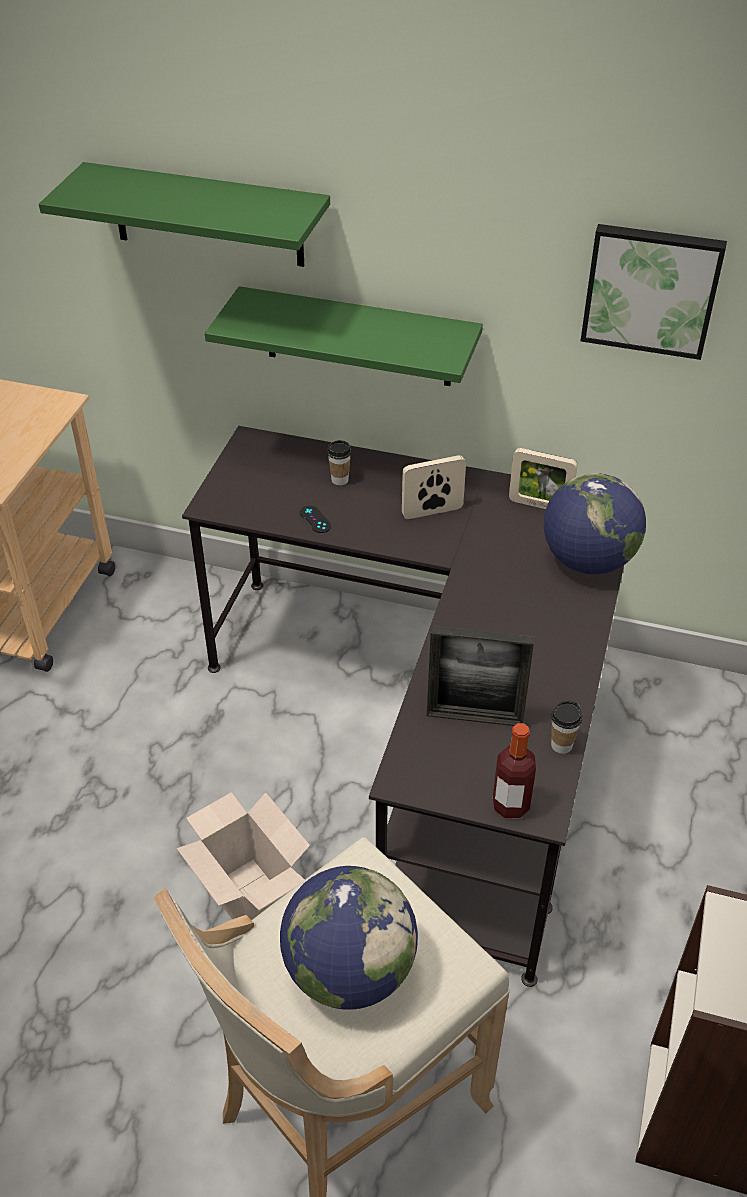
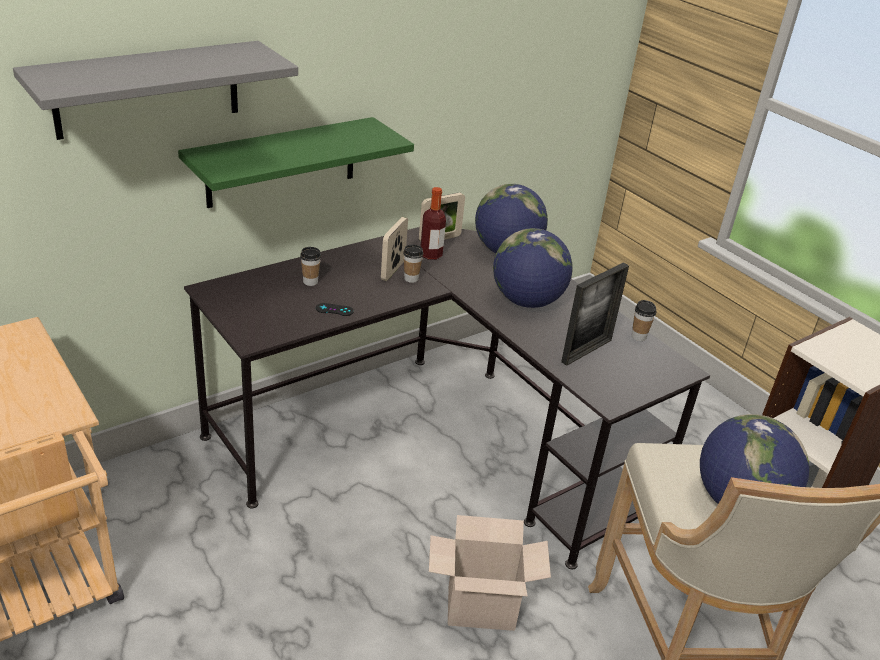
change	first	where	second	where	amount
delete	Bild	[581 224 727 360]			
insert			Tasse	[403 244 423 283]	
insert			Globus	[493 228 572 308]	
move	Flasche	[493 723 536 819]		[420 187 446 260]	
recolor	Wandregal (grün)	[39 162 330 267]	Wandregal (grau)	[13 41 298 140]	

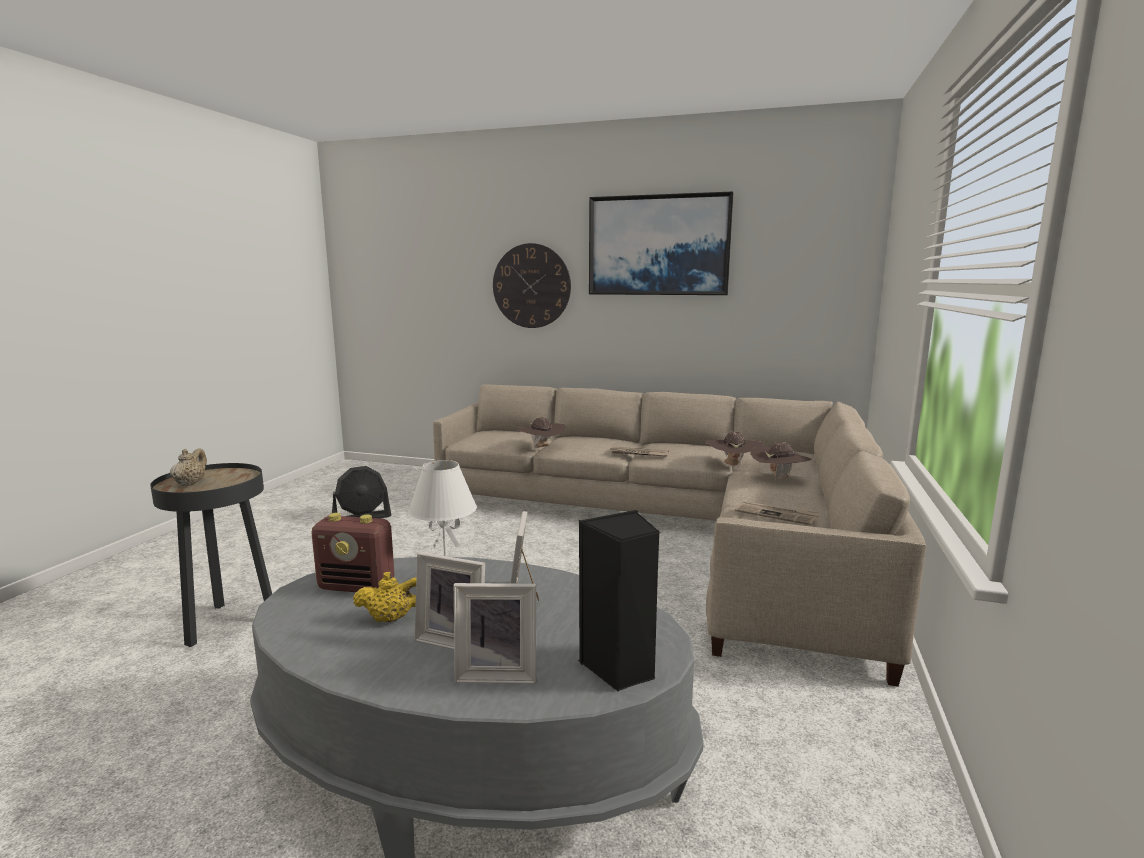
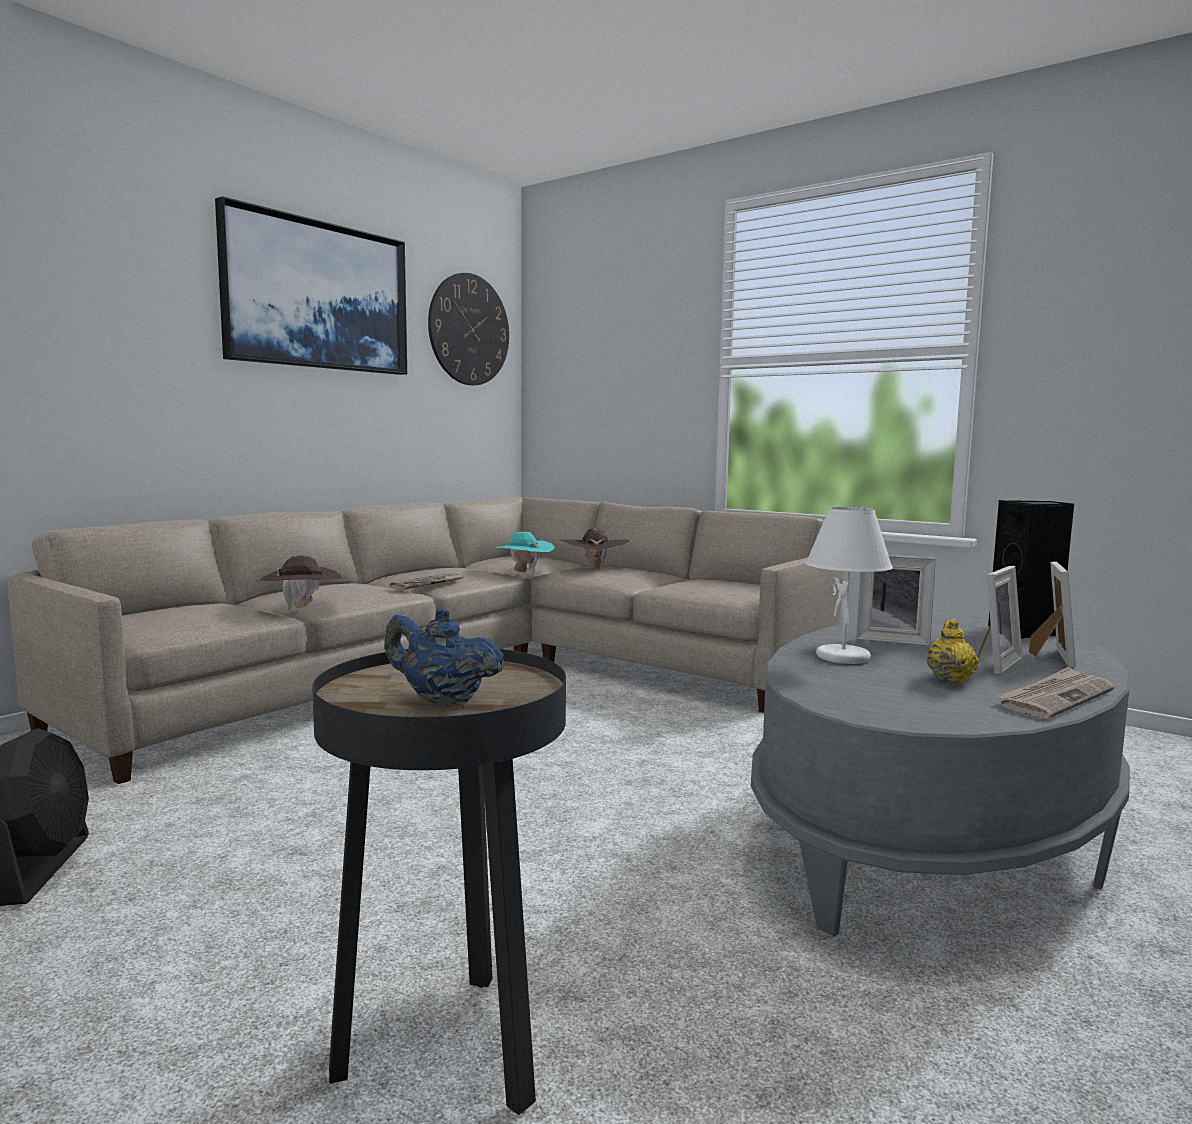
change	first	where	second	where	amount
delete	Radio	[311 513 395 592]			
move	Wanduhr	[493 243 571 328]		[428 273 509 385]	
move	Zeitung	[735 501 820 526]		[995 667 1114 719]	
recolor	Teekanne (beige)	[170 448 207 486]	Teekanne (blau)	[384 607 505 706]	
recolor	Hut (braun)	[705 432 764 467]	Hut (türkis)	[494 532 555 573]	

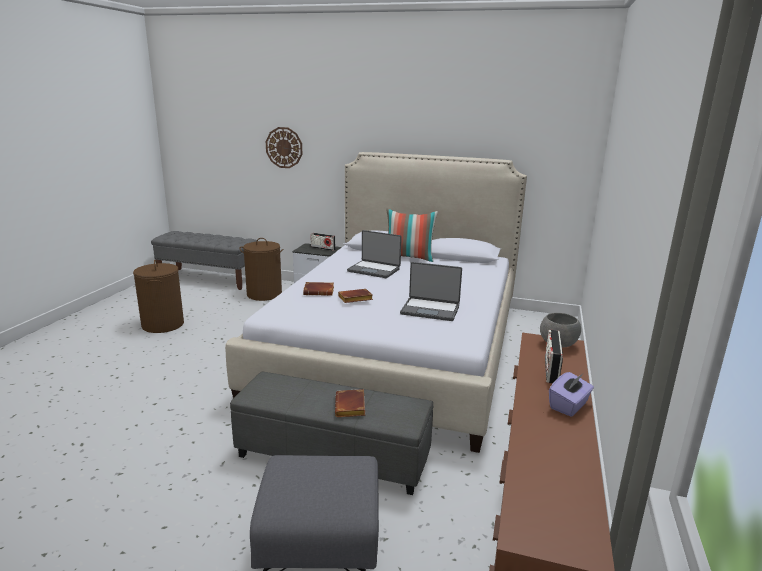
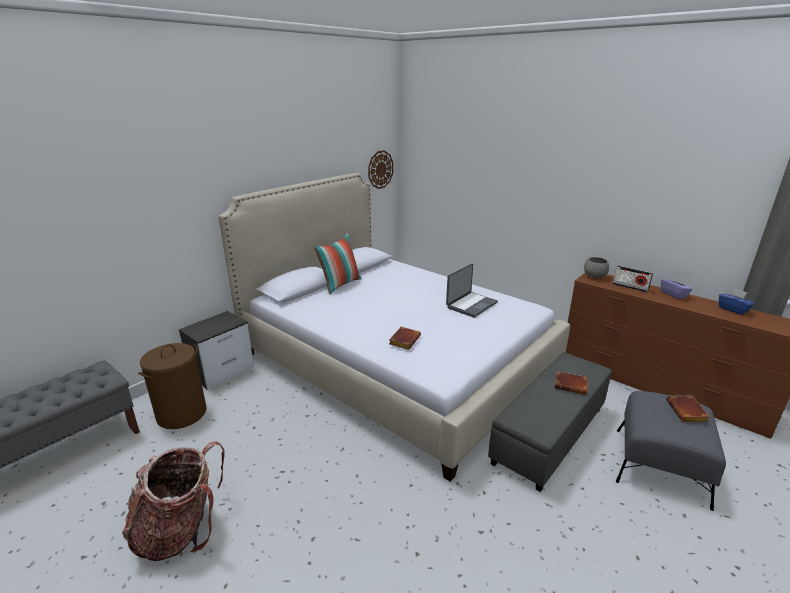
change	first	where	second	where	amount
delete	Radio	[311 233 335 251]			
delete	Laptop	[347 230 402 278]			
insert			Taschentuchbox (blau)	[719 289 755 315]	
move	Wanduhr	[266 127 302 168]		[368 150 393 189]	
move	Buch (braun)	[338 289 373 303]		[666 396 710 422]	
replace	Wäschekorb (braun)	[133 260 184 333]	Rucksack	[122 441 224 561]	

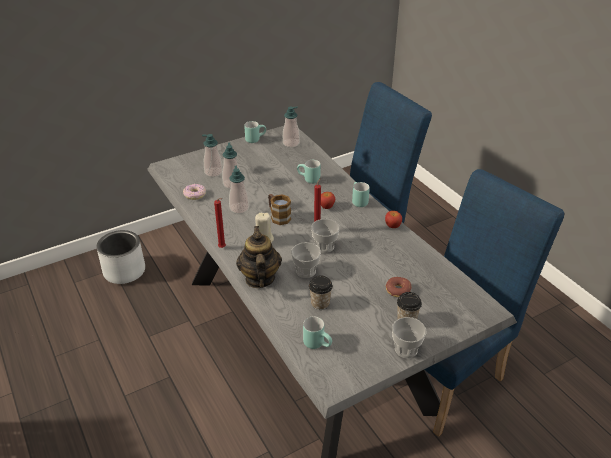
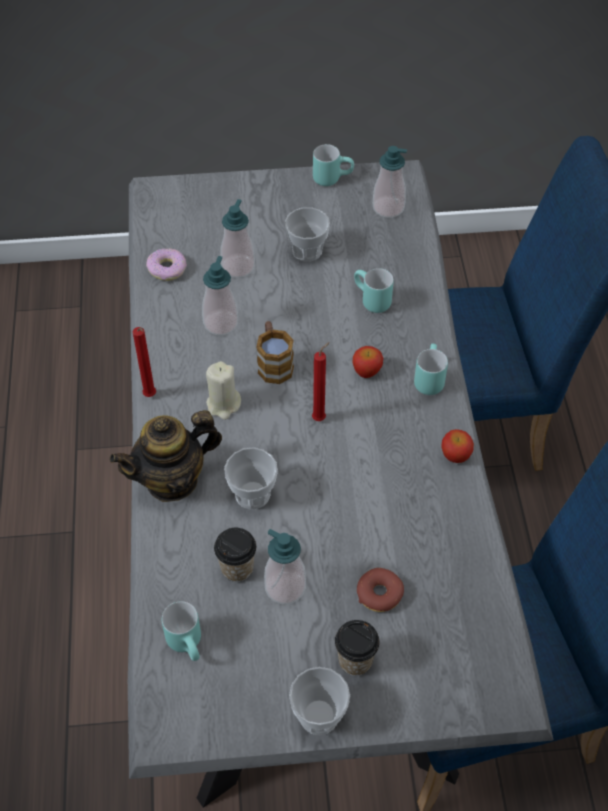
change	first	where	second	where	amount
delete	Pflanzkübel (grau)	[96 230 145 284]			
move	Seifenspender	[202 134 223 177]		[264 529 306 605]	
move	Tasse	[311 219 340 253]		[285 207 330 262]	
rotate	Teekanne	[236 226 282 288]		[110 410 222 502]	135 degrees counterclockwise

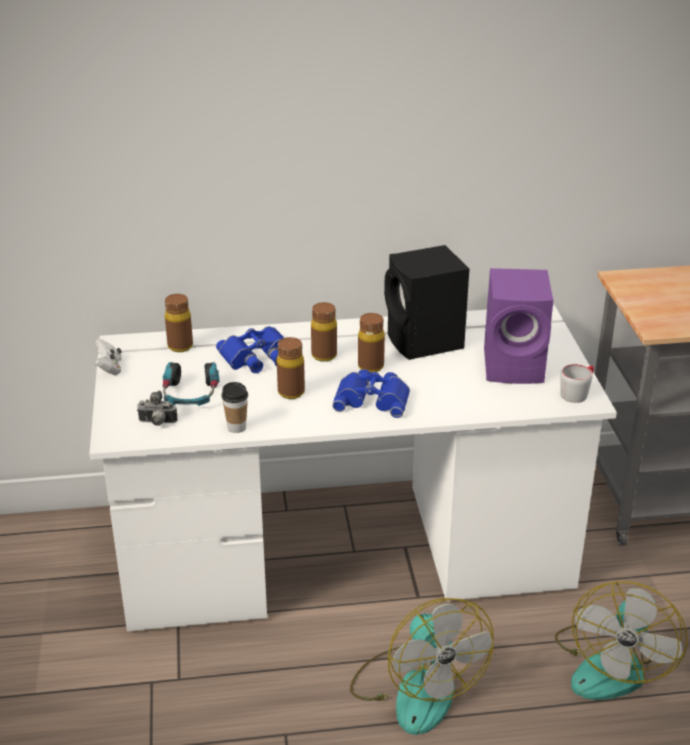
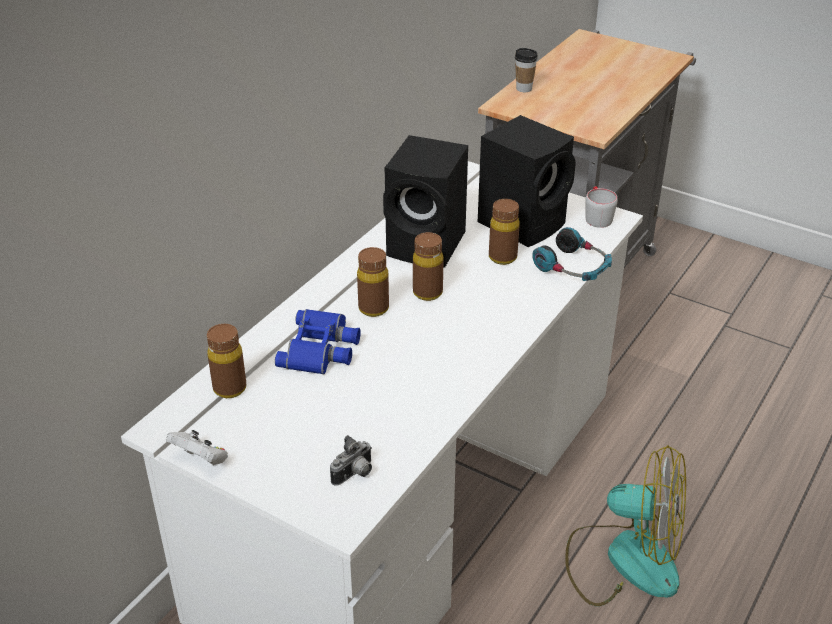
change	first	where	second	where	amount
delete	Fernglas (blau)	[332 369 410 418]			
delete	Ventilator	[555 581 688 700]			
move	Kopfhörer	[163 362 220 406]		[532 227 612 281]	
move	Tasse	[221 382 248 433]		[515 48 538 92]	
move	Flasche (braun)	[277 337 305 399]		[489 199 520 265]	
recolor	Lautsprecher (lila)	[484 268 553 384]	Lautsprecher (schwarz)	[478 115 576 247]	

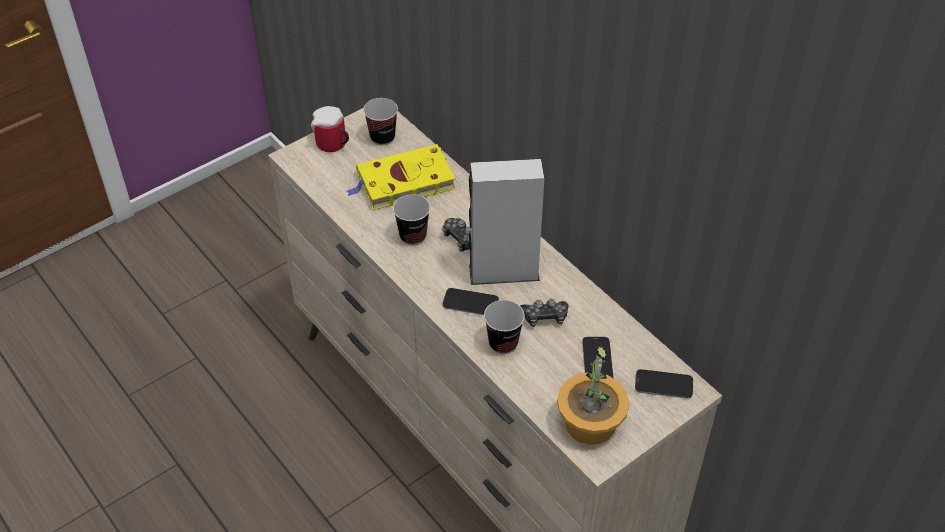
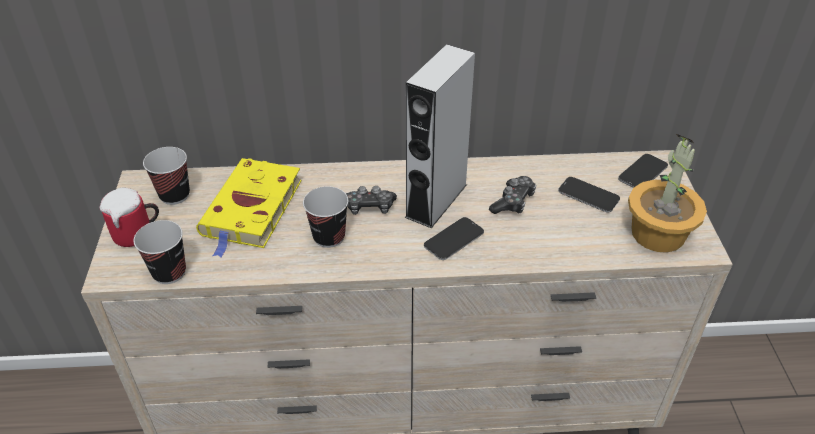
change	first	where	second	where	amount
move	Tasse	[484 300 525 354]		[134 220 186 284]	

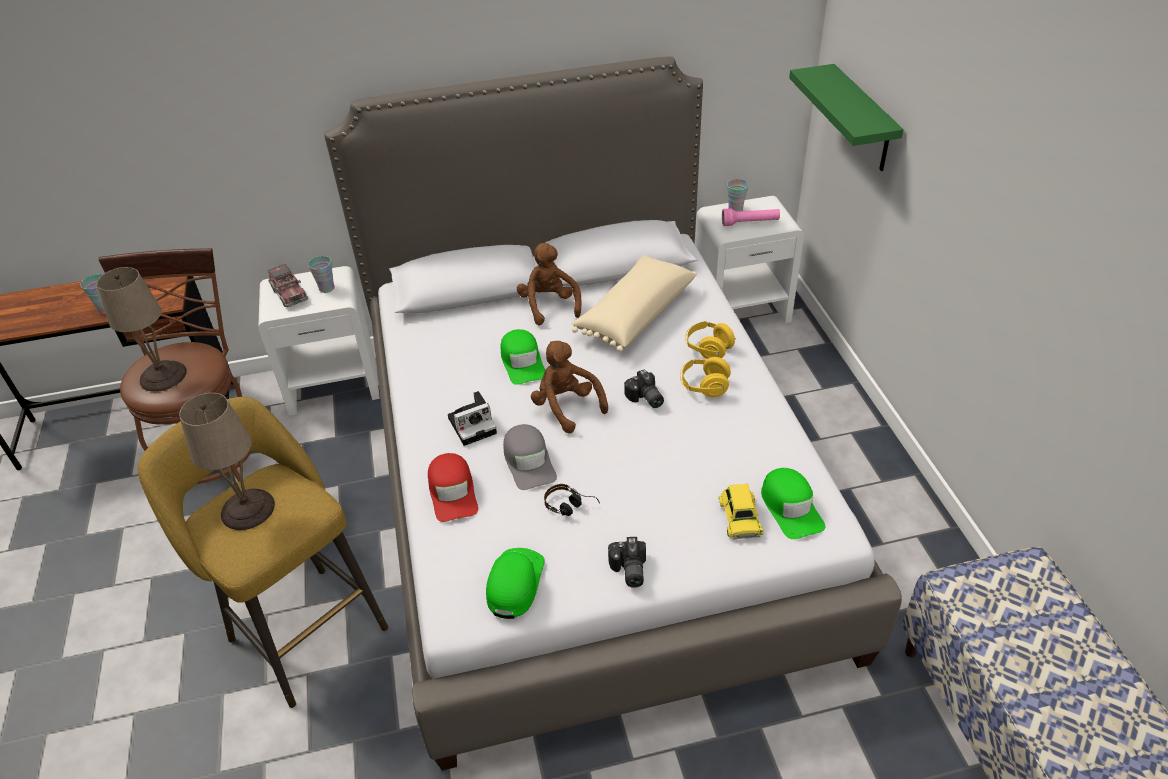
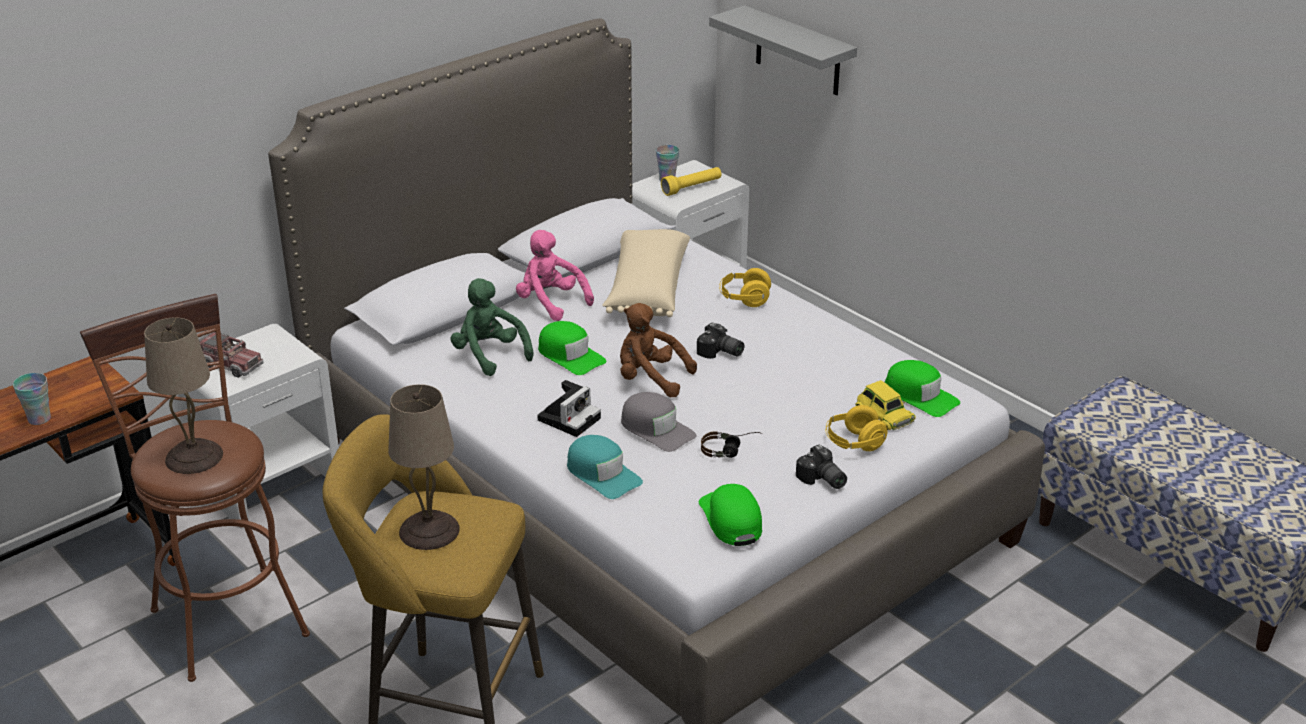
change	first	where	second	where	amount
delete	Tasse	[308 256 335 293]			
insert			Plüschtier (grün)	[450 278 533 376]	
move	Kopfhörer (gelb)	[680 357 731 397]		[826 405 888 451]	
recolor	Kappe (rot)	[428 453 478 522]	Kappe (türkis)	[567 435 643 499]	
recolor	Plüschtier (braun)	[517 243 582 325]	Plüschtier (rosa)	[516 230 594 321]	
recolor	Taschenlampe (rosa)	[722 208 780 226]	Taschenlampe (gelb)	[661 167 721 196]	
recolor	Wandregal (grün)	[789 64 904 171]	Wandregal (grau)	[709 5 857 95]	

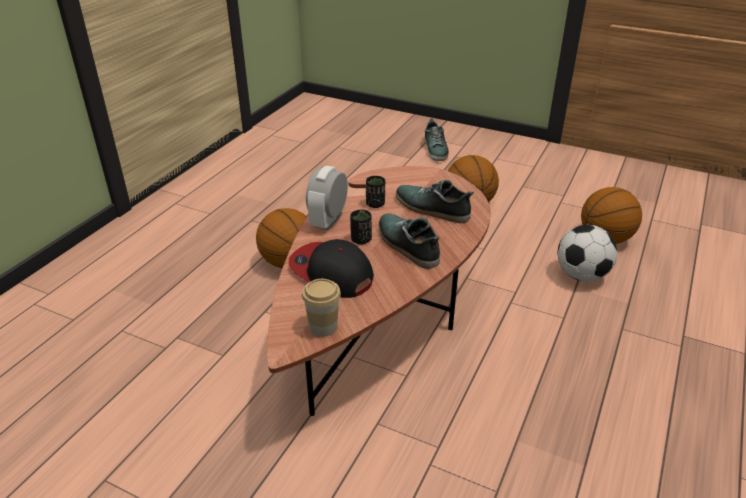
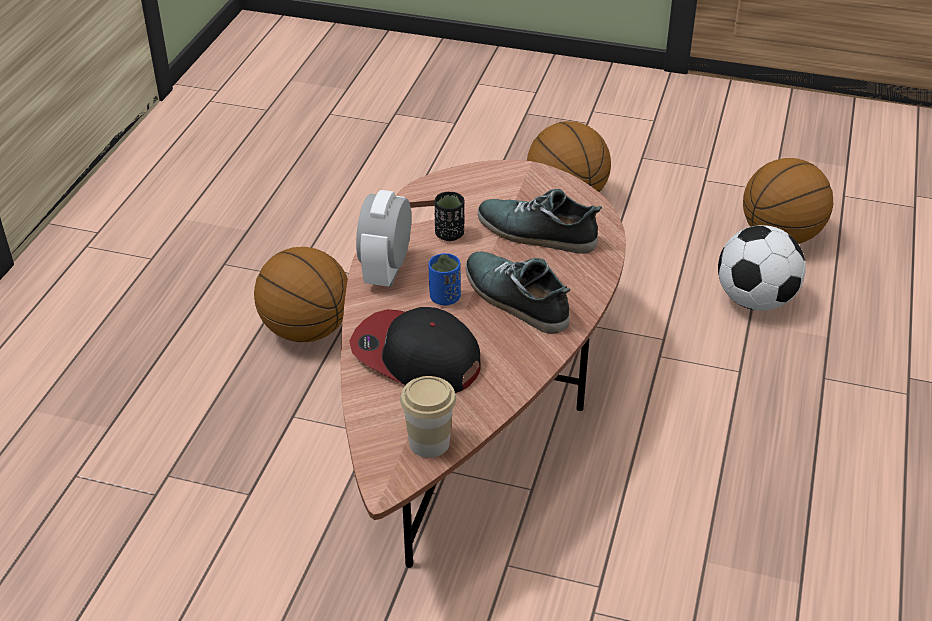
change	first	where	second	where	amount
delete	Schuh	[425 118 449 161]			
recolor	Tasse (schwarz)	[350 210 372 245]	Tasse (blau)	[428 253 461 305]	

